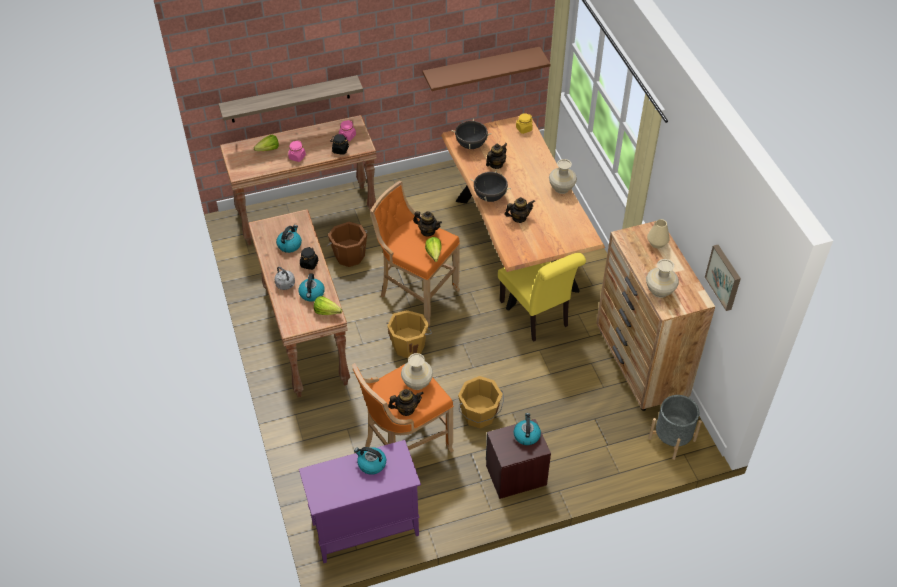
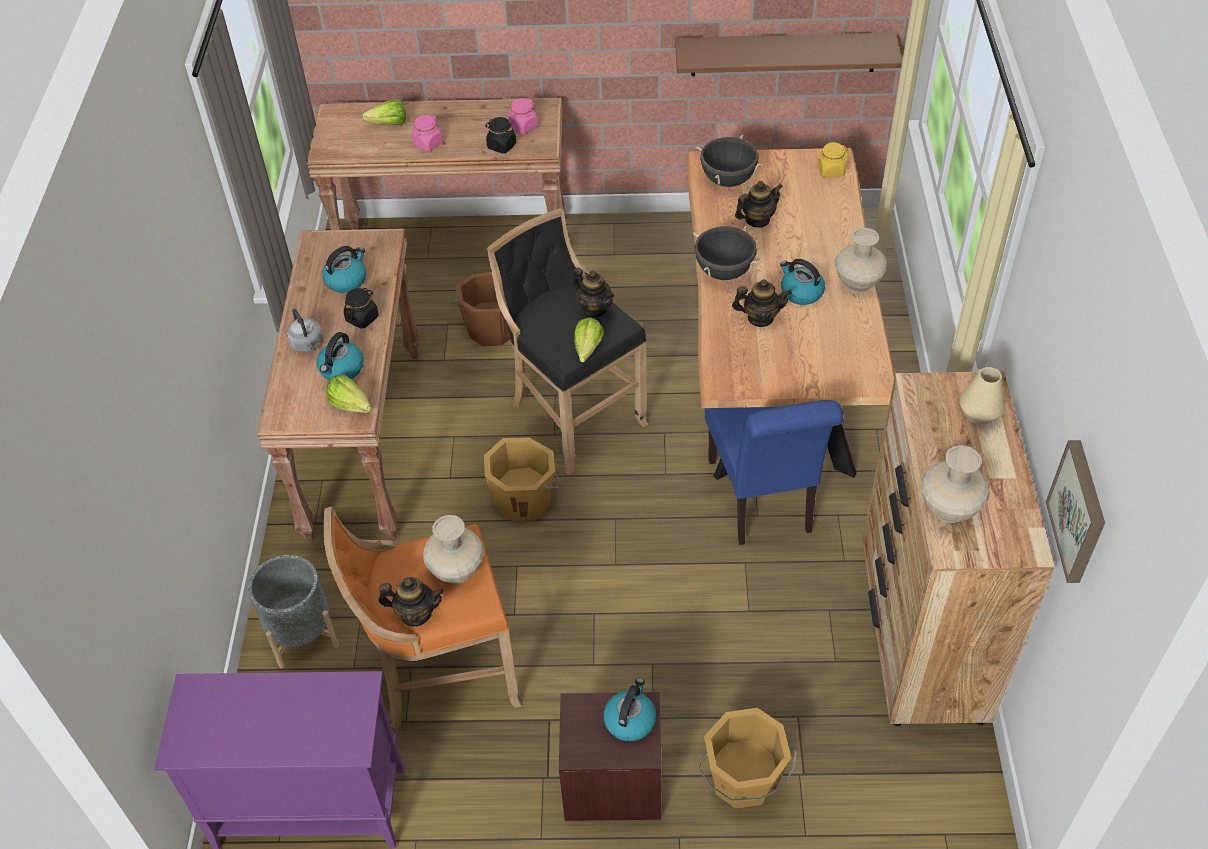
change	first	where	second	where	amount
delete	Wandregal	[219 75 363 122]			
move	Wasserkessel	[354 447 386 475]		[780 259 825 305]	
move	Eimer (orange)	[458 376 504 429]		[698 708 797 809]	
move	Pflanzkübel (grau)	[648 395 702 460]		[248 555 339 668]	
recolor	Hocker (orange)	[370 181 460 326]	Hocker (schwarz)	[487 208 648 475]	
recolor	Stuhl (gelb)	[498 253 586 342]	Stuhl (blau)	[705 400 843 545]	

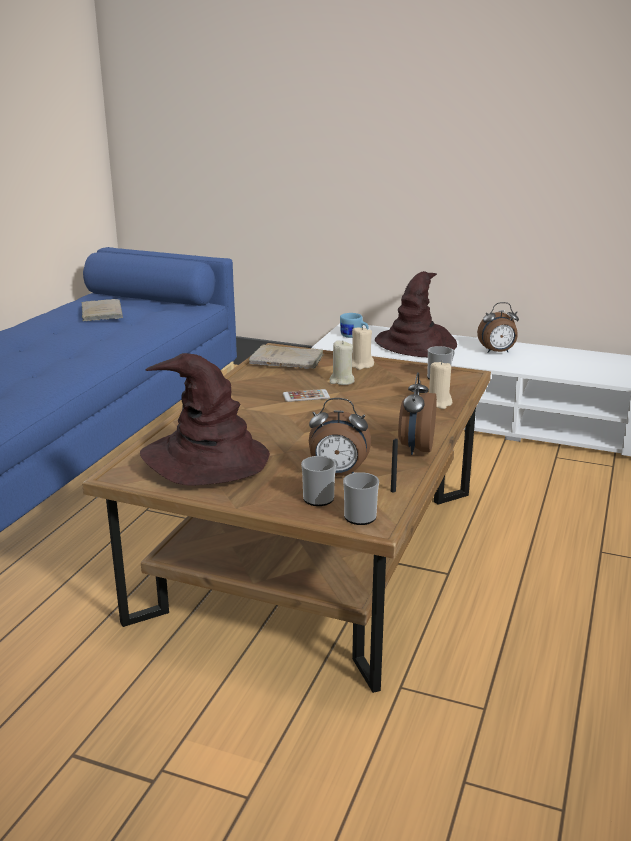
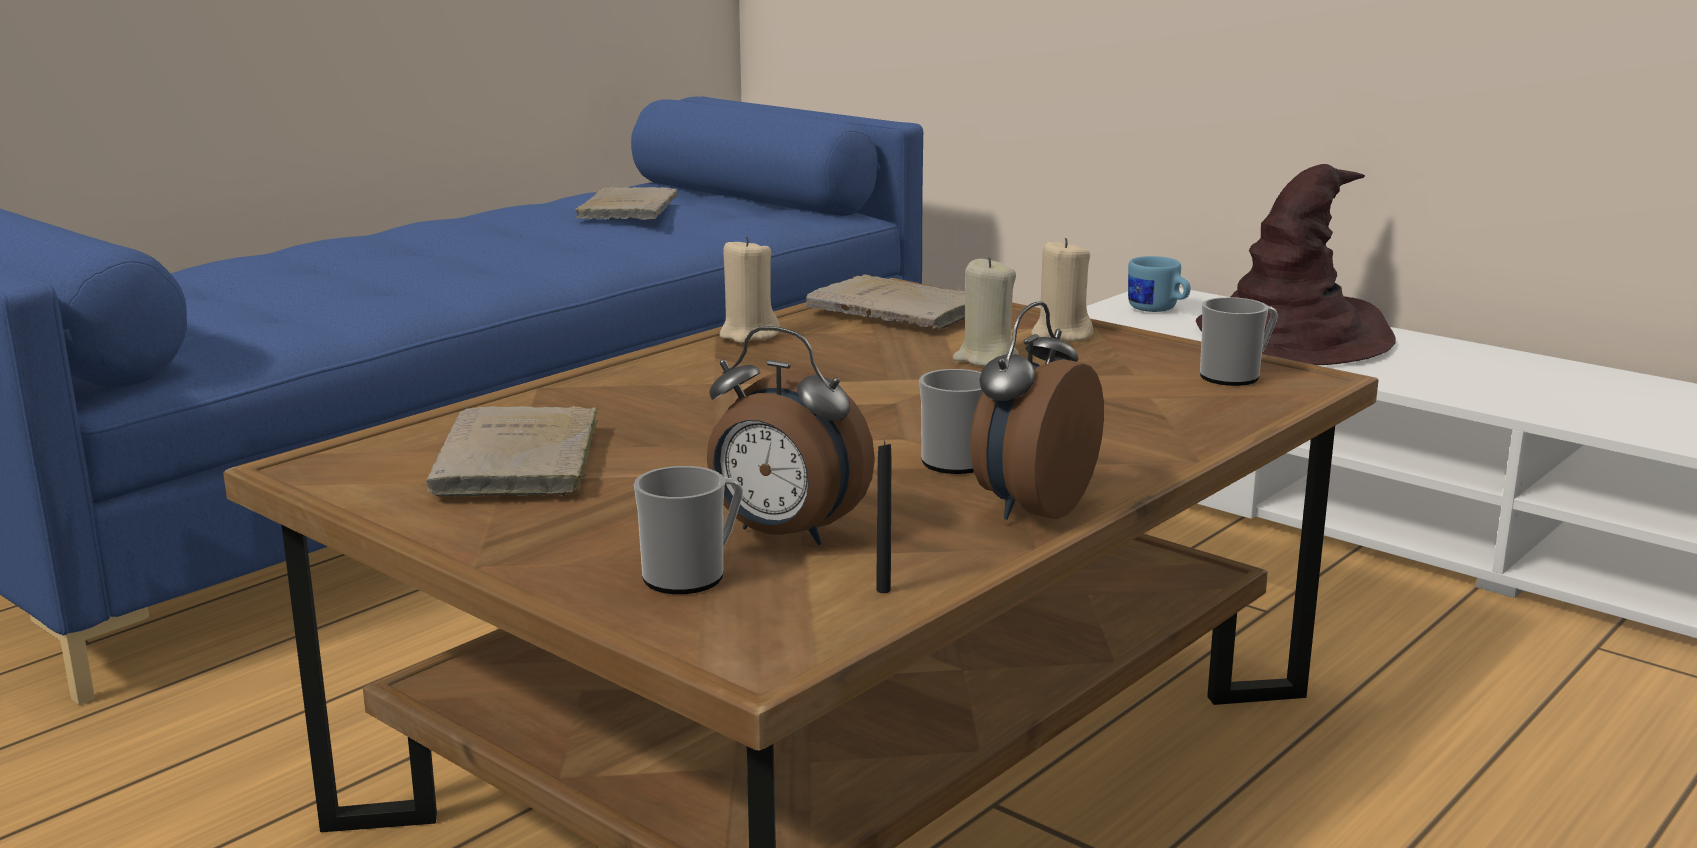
change	first	where	second	where	amount
delete	Handy	[283 389 330 402]			
delete	Wecker	[477 302 519 353]			
move	Henkelbecher	[343 472 379 525]		[919 369 983 474]	
move	Kerze (beige)	[429 360 452 409]		[720 237 780 343]	
replace	Hut (braun)	[140 353 270 486]	Buch (beige)	[426 406 598 497]	

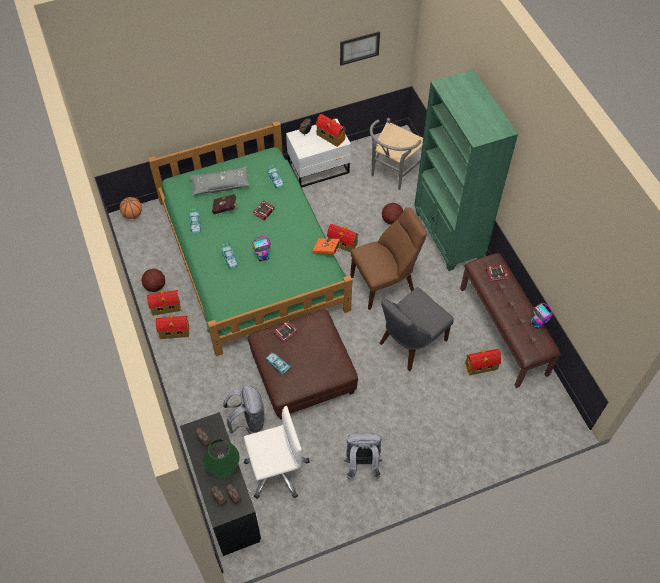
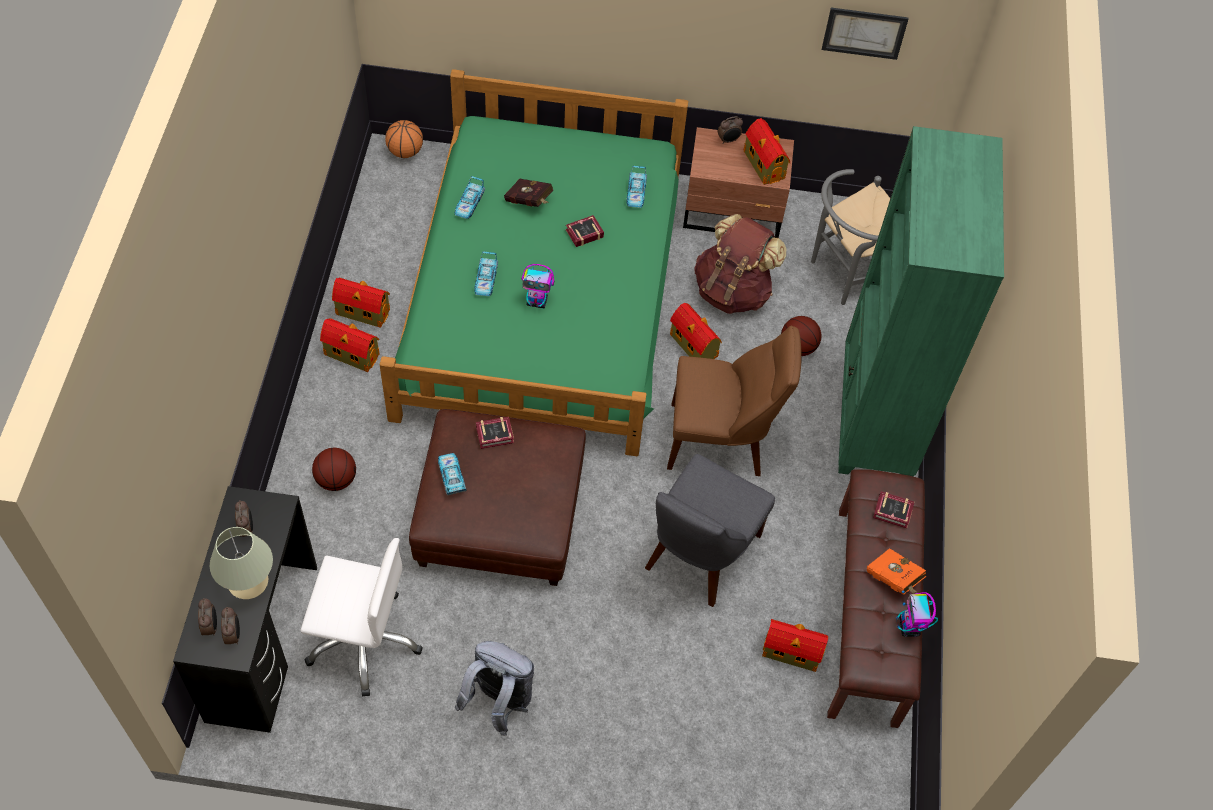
change	first	where	second	where	amount
delete	Kissen (grau)	[190 166 250 195]			
delete	Rucksack (grau)	[223 385 265 434]			
insert			Rucksack (braun)	[694 214 786 314]	
move	Basketball	[142 269 165 292]		[312 448 356 491]	
move	Buch (orange)	[313 238 341 255]		[867 548 926 595]	
recolor	Tischlampe (grün)	[203 439 239 479]	Tischlampe (beige)	[209 527 273 599]	
recolor	Nachttisch (weiß)	[286 119 351 187]	Nachttisch (braun)	[683 127 794 238]	
rotate	Stuhl (grau)	[379 287 454 371]		[645 454 775 607]	45 degrees counterclockwise

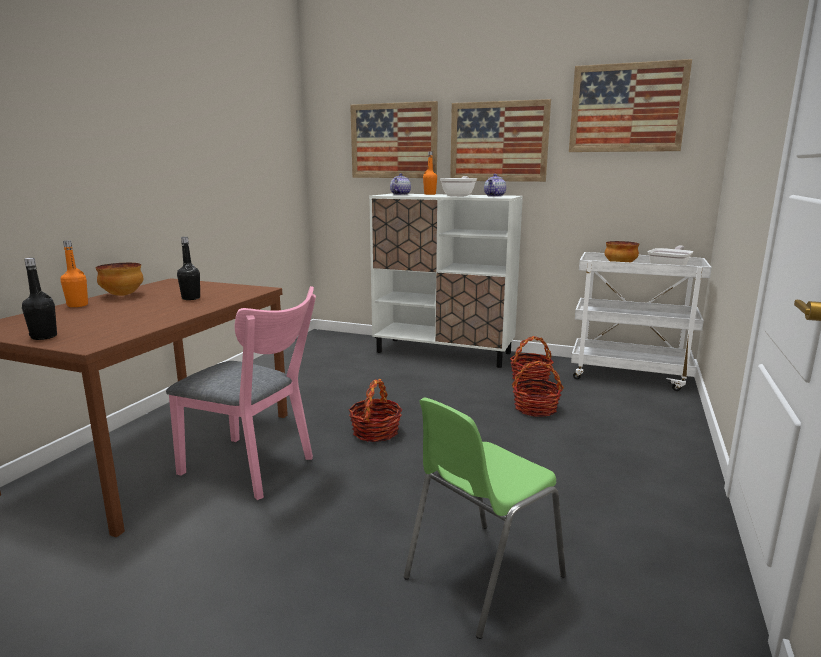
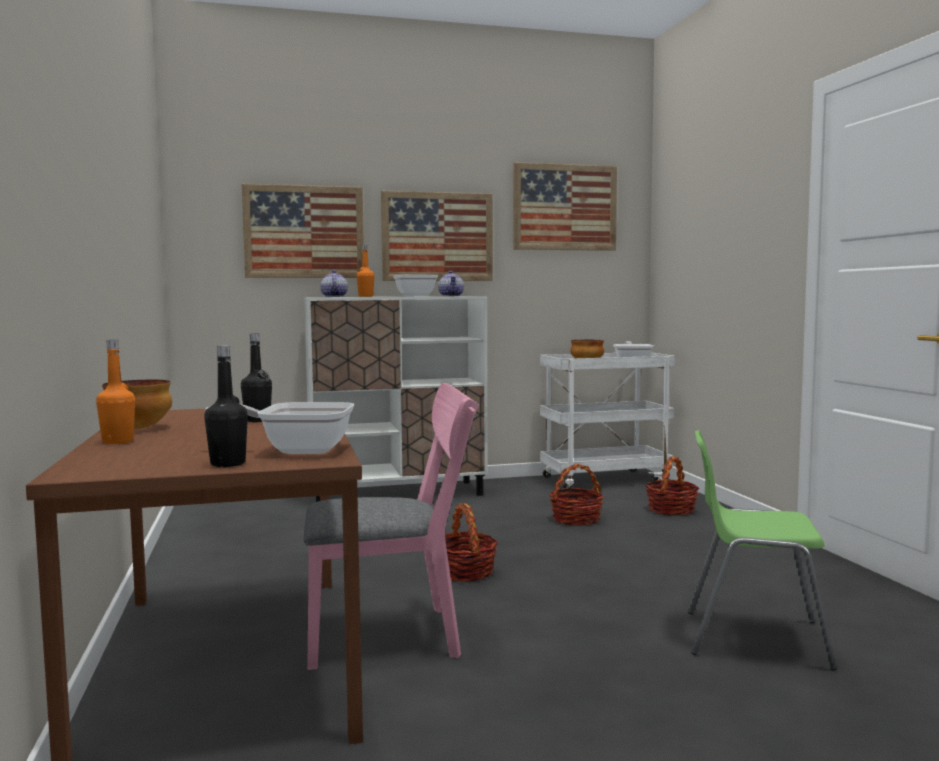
change	first	where	second	where	amount
insert			Pfanne	[204 402 354 454]	
move	Korb	[510 336 554 384]		[645 456 699 515]	
rotate	Stuhl (grün)	[404 397 566 639]		[688 430 837 670]	90 degrees clockwise

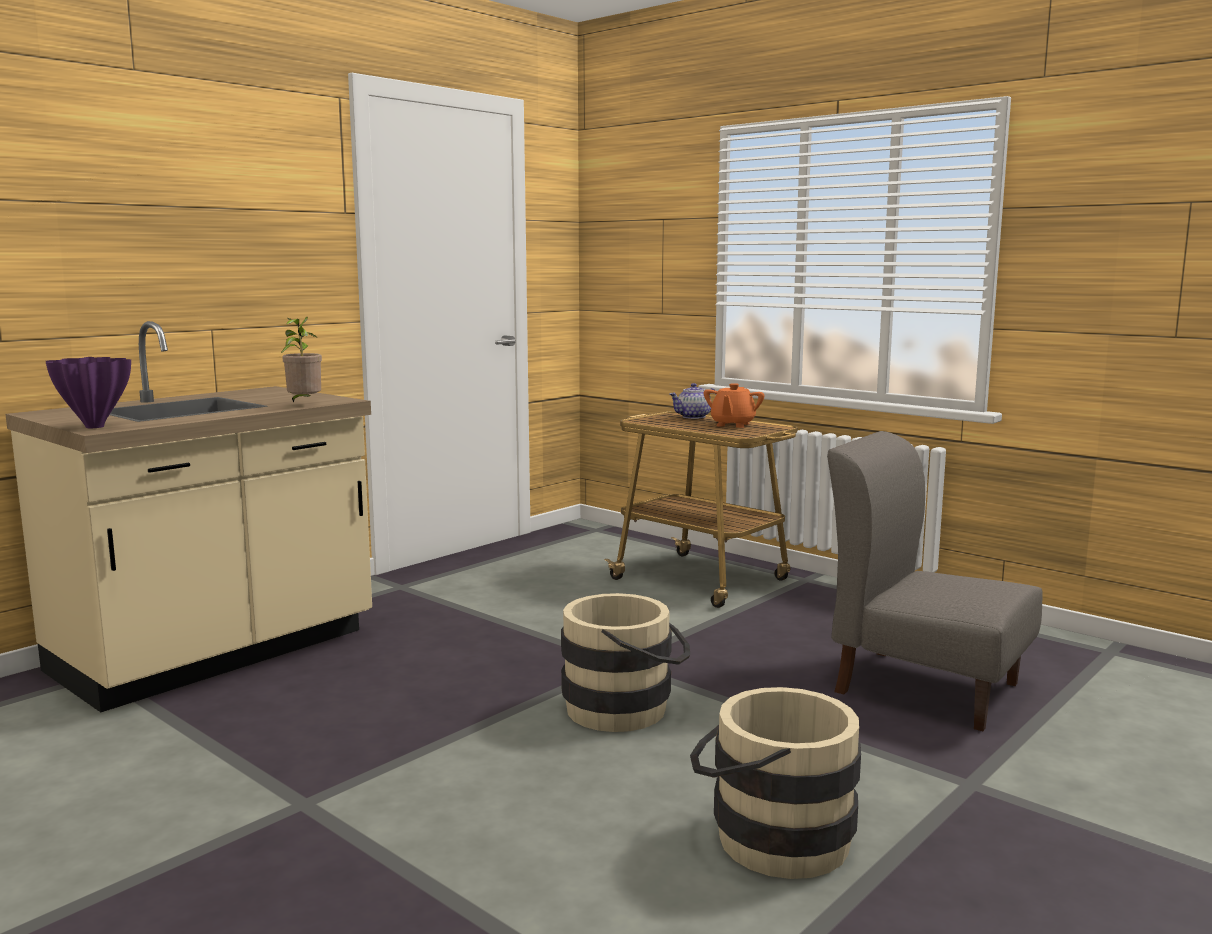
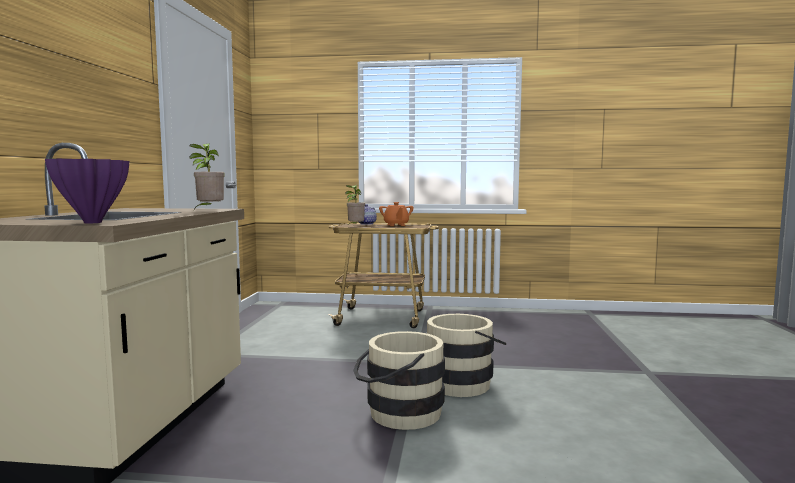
change	first	where	second	where	amount
delete	Stuhl (grau)	[827 431 1043 731]			
insert			Topfpflanze	[345 185 365 226]	
move	Eimer (beige)	[690 687 861 879]		[353 331 445 430]	

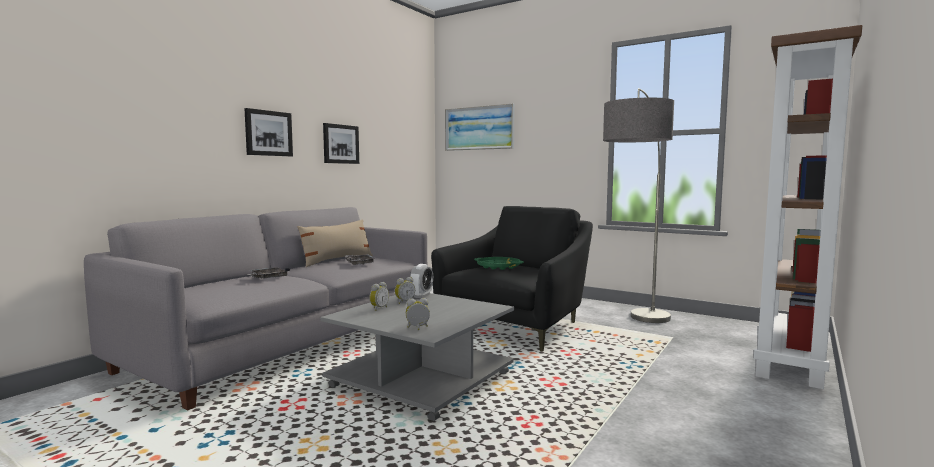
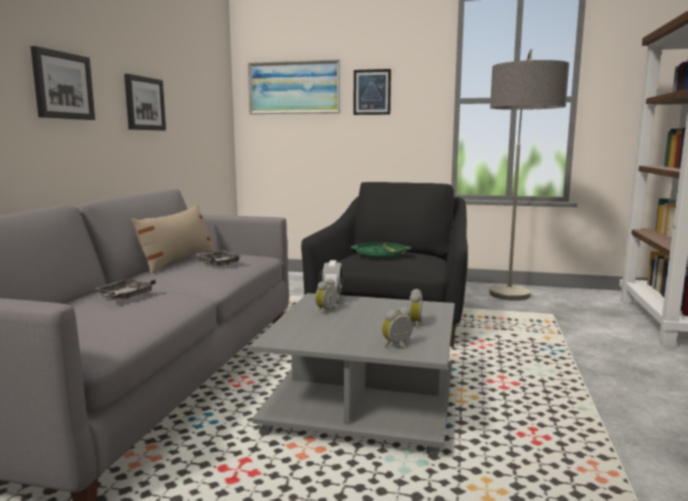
change	first	where	second	where	amount
insert			Bild	[354 69 391 115]	
move	Wecker	[369 282 389 311]		[408 289 422 328]	

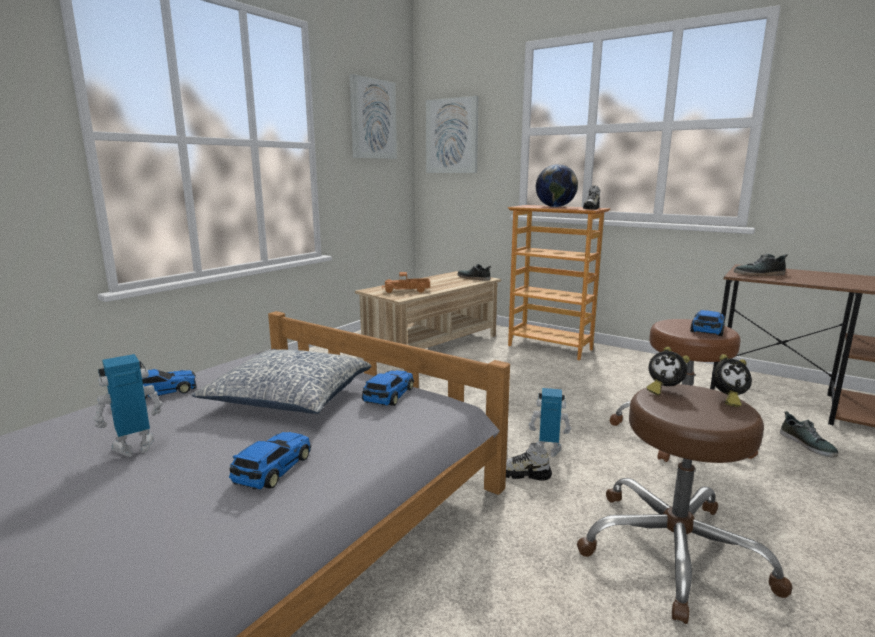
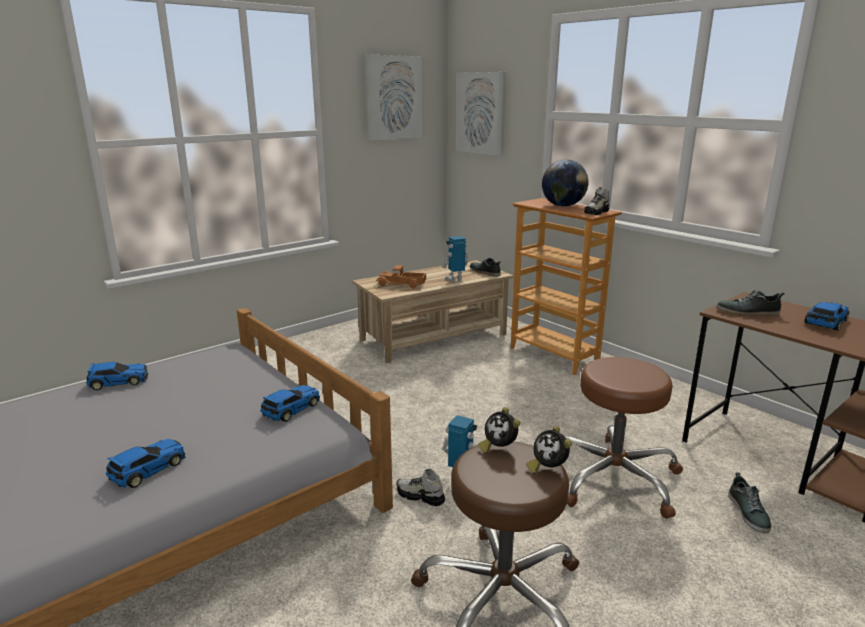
change	first	where	second	where	amount
delete	Kissen	[191 349 372 414]			
move	Spielzeugroboter	[93 354 163 457]		[442 236 470 282]	
move	Spielzeugauto	[690 310 725 336]		[804 302 849 331]	
rotate	Wecker	[712 354 752 407]		[526 426 572 474]	45 degrees clockwise

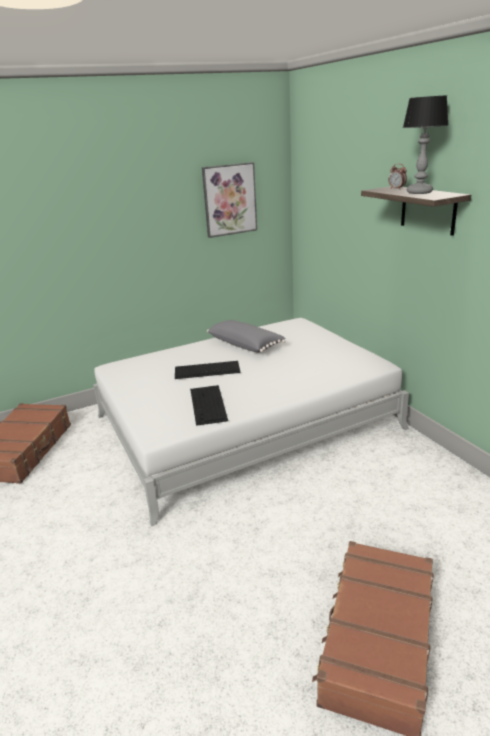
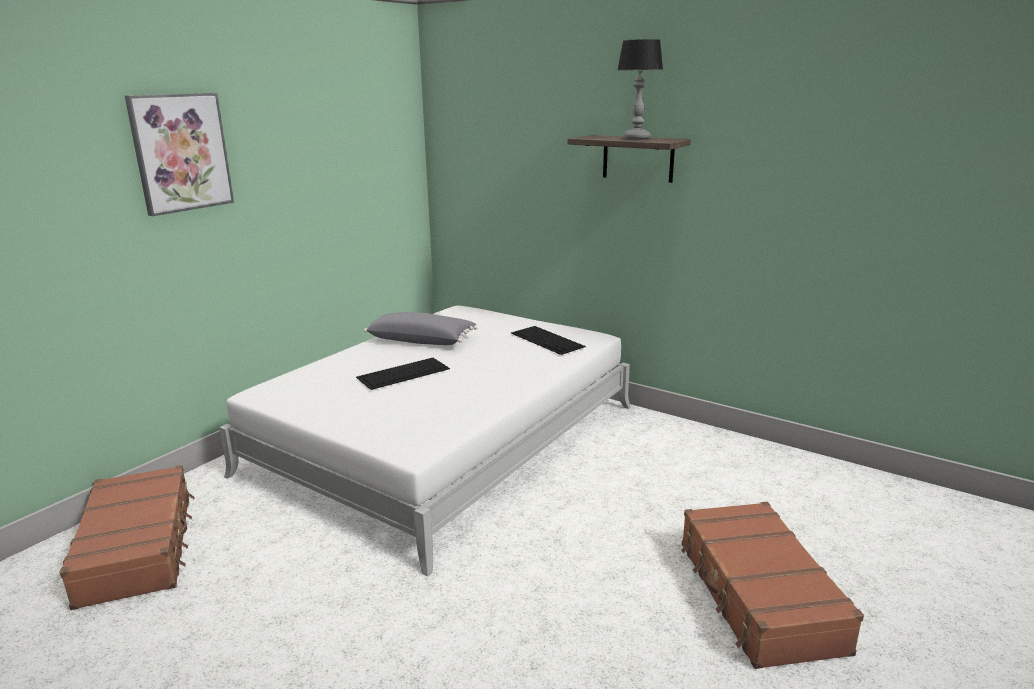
change	first	where	second	where	amount
delete	Wecker	[388 164 407 190]			
move	Tastatur	[190 385 228 426]		[511 326 586 355]	
move	Bild	[202 162 257 238]		[125 93 234 216]	

